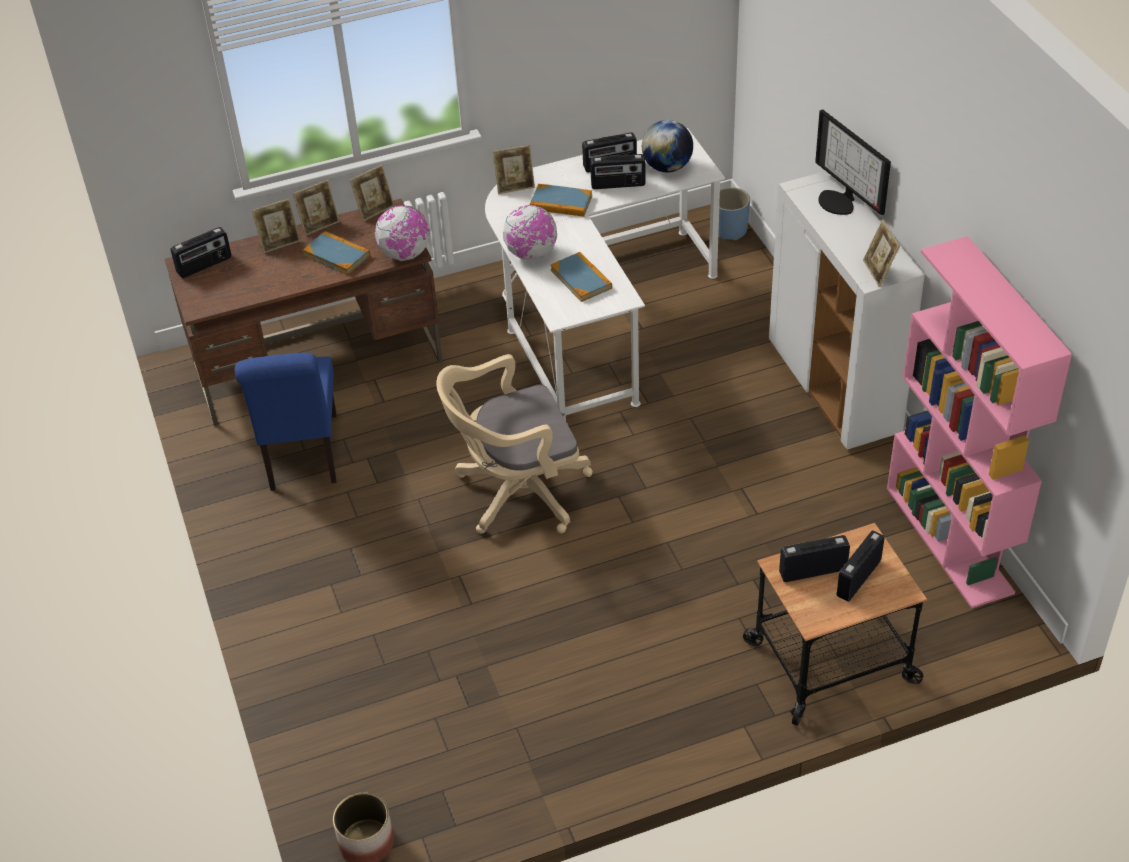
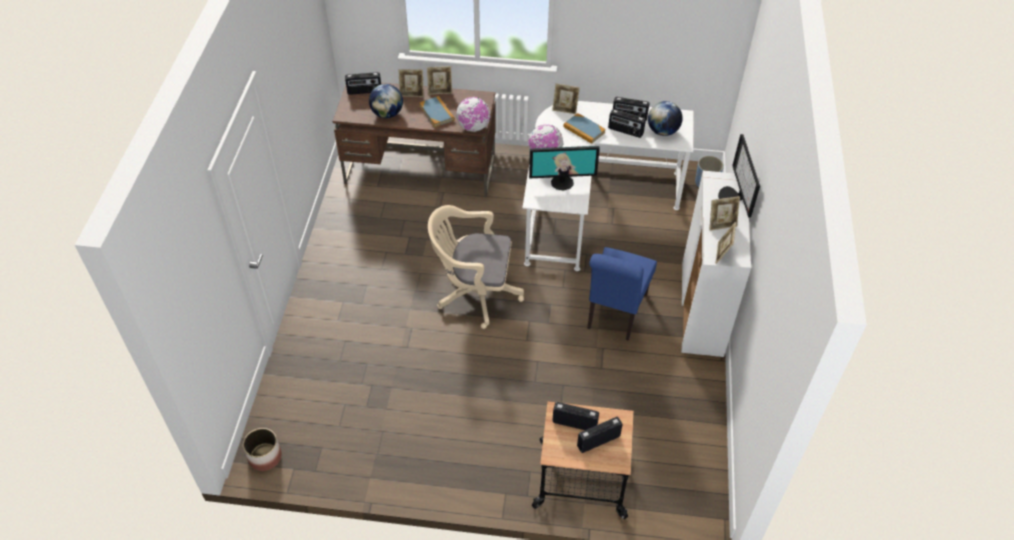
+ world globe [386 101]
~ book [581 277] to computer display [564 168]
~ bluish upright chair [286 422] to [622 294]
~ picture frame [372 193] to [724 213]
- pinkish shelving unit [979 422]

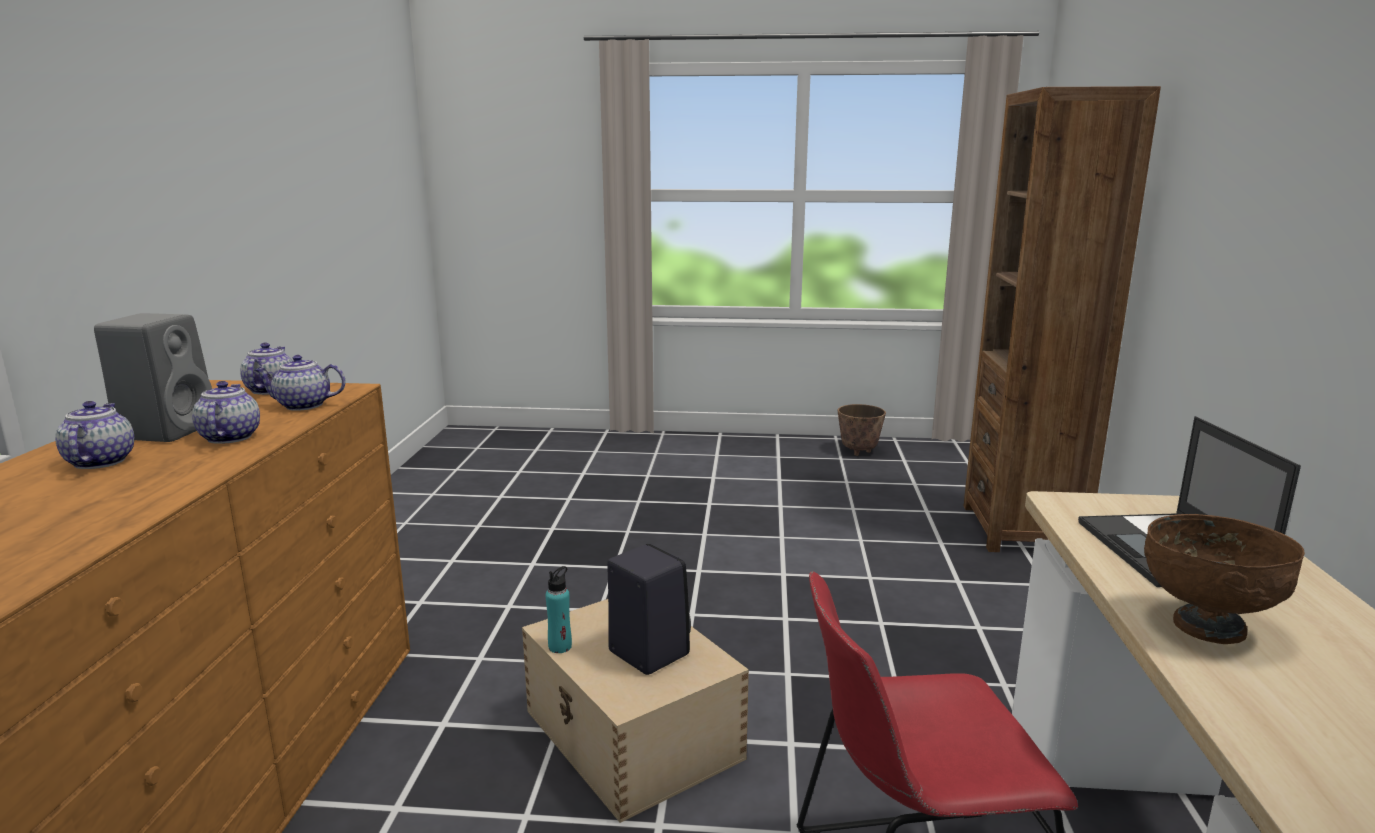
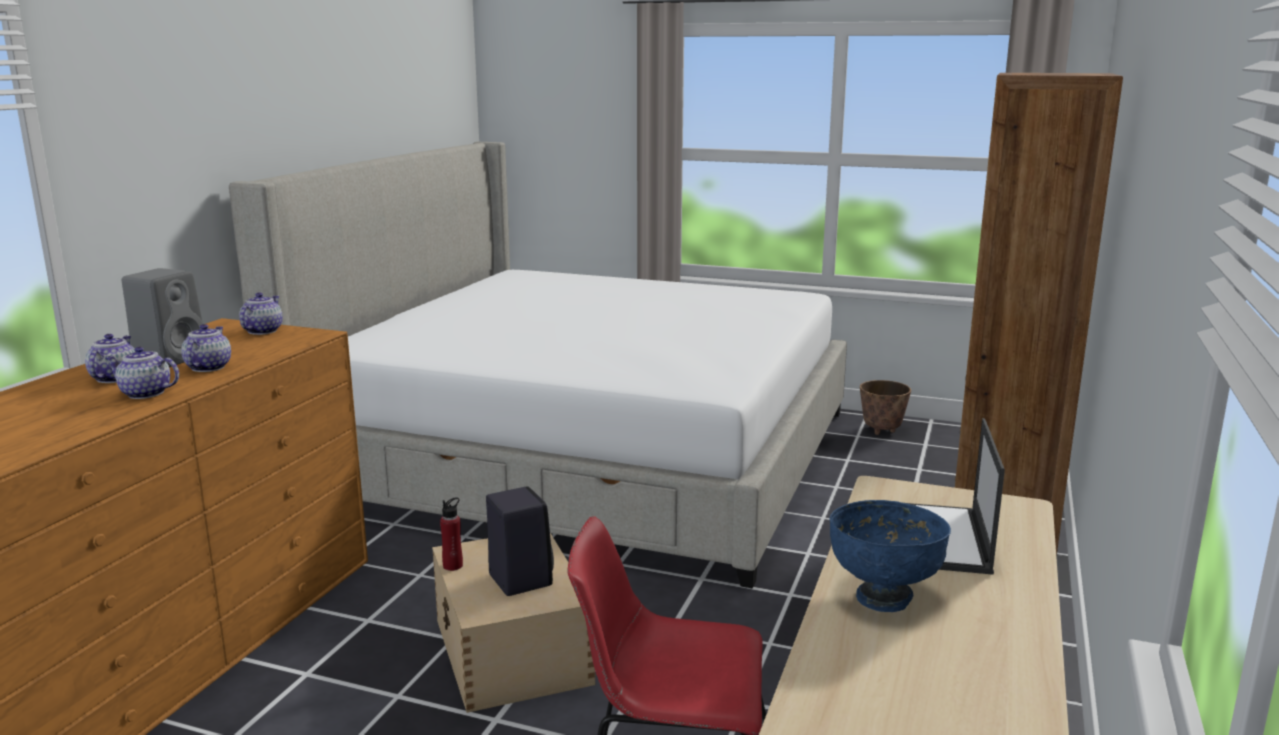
~ pot for tea [300 383] to [142 373]
+ bed [538 365]
~ turquoise-coloured beverage bottle [559 609] to reddish beverage bottle [451 534]
~ brown-coloured deep dish [1224 579] to bluish deep dish [890 556]

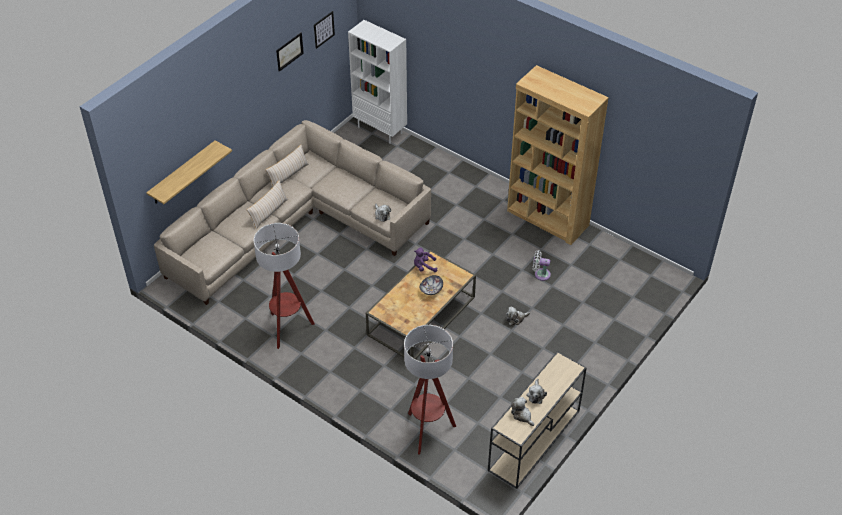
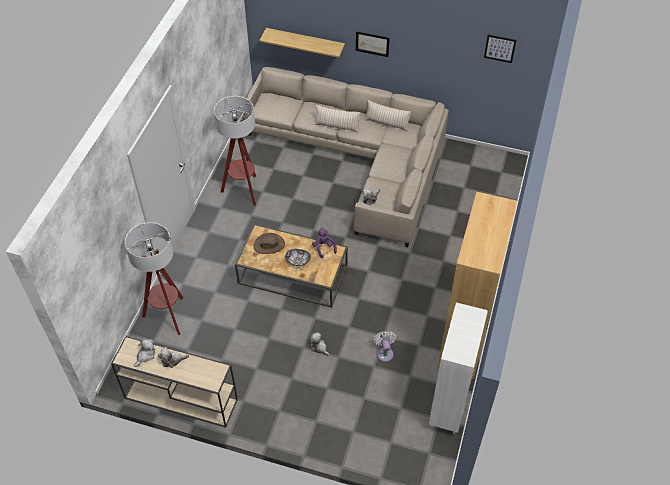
+ brown-coloured hat [269 243]
~ wall art [290 52] to [373 44]
~ white-coloured shelving unit [377 82] to [458 368]

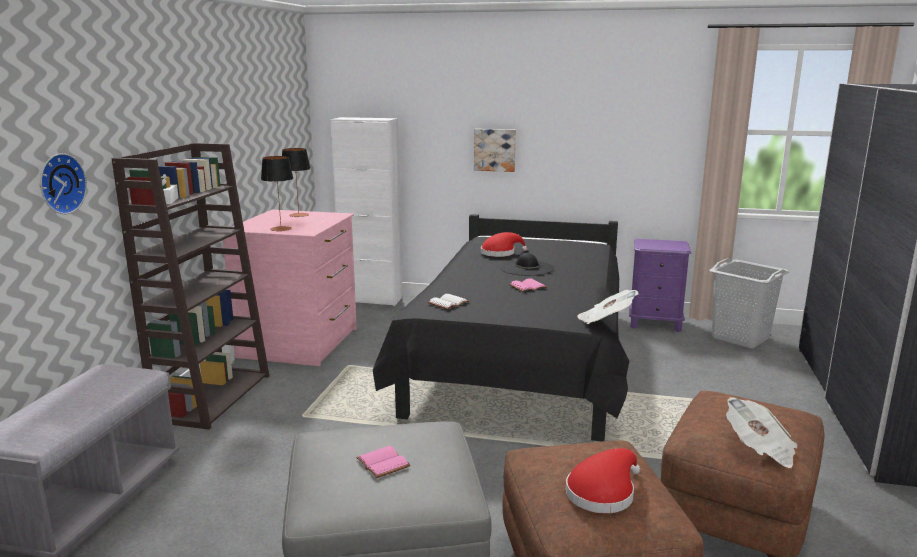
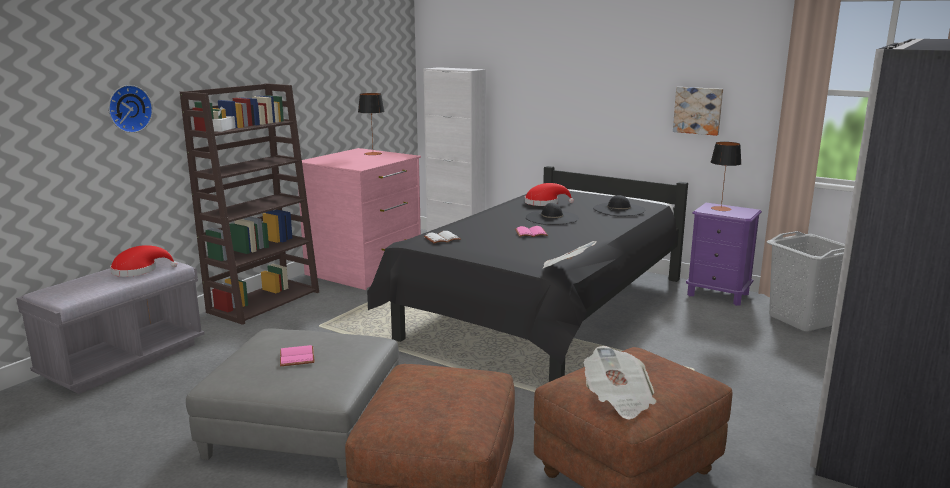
~ reddish hat [603 480] to [143 261]
+ blackish hat [619 205]
~ wall art [495 150] to [698 111]
~ tabletop lamp [277 193] to [726 176]

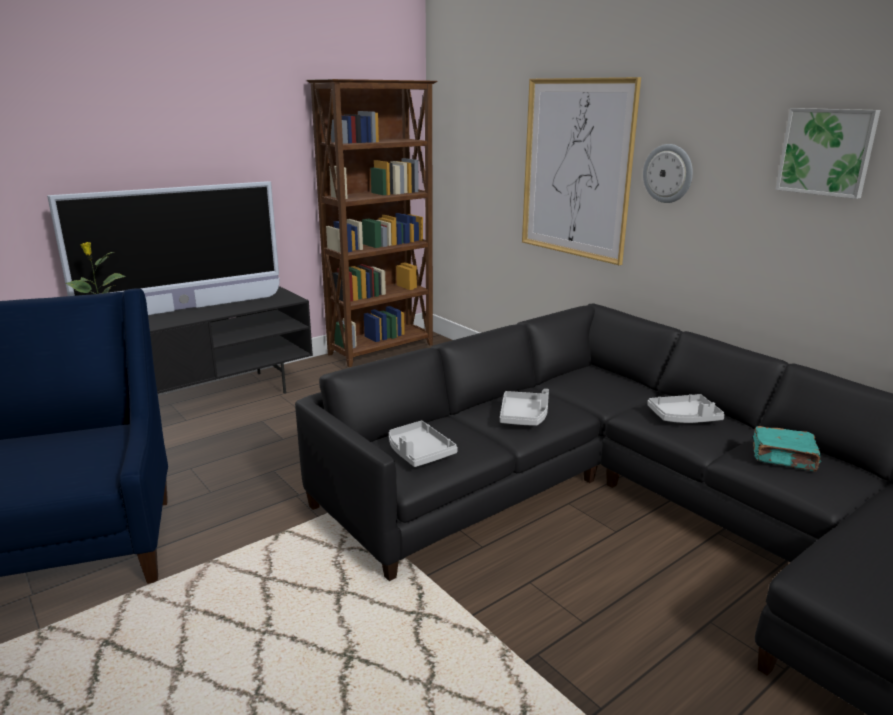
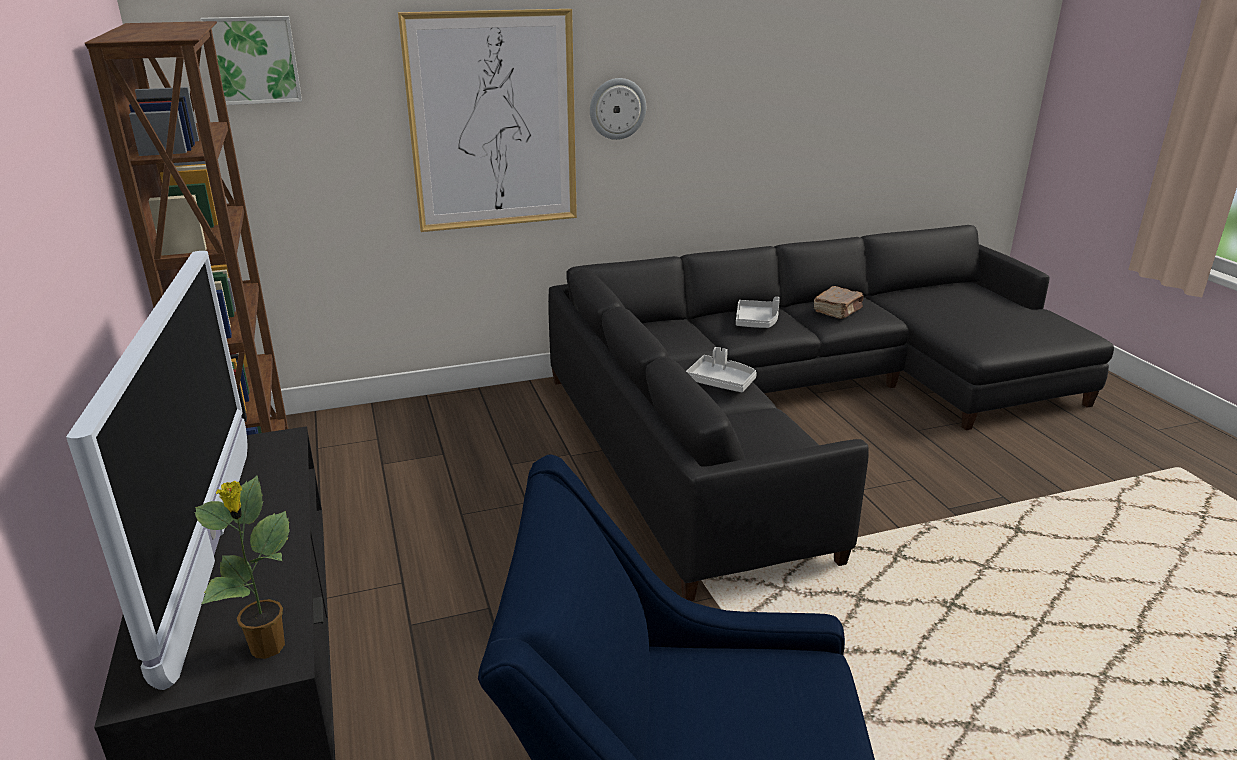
~ wall art [827 153] to [251 60]
~ turquoise-coloured book [787 449] to brown-coloured book [839 302]
- grey tray [423 444]

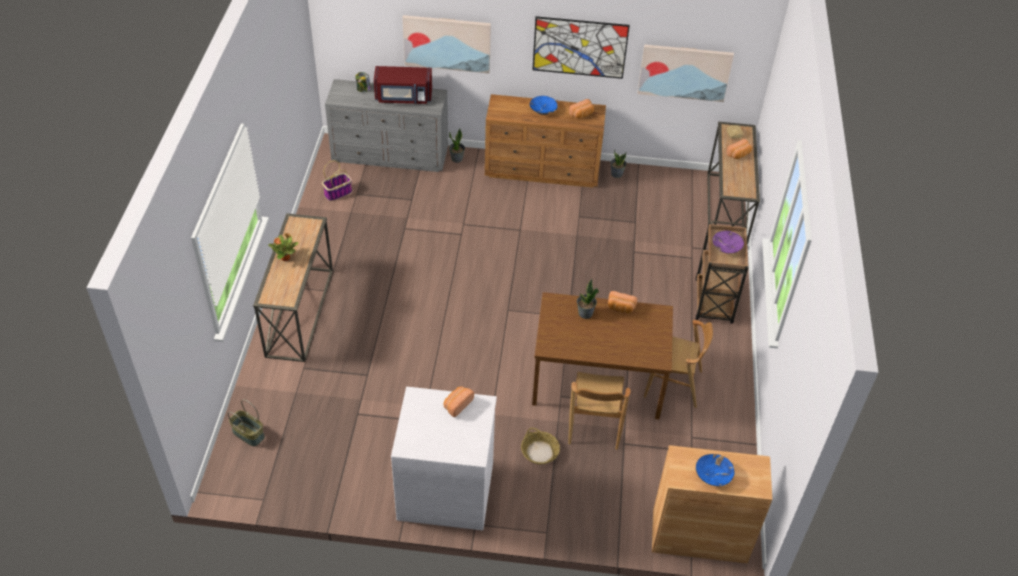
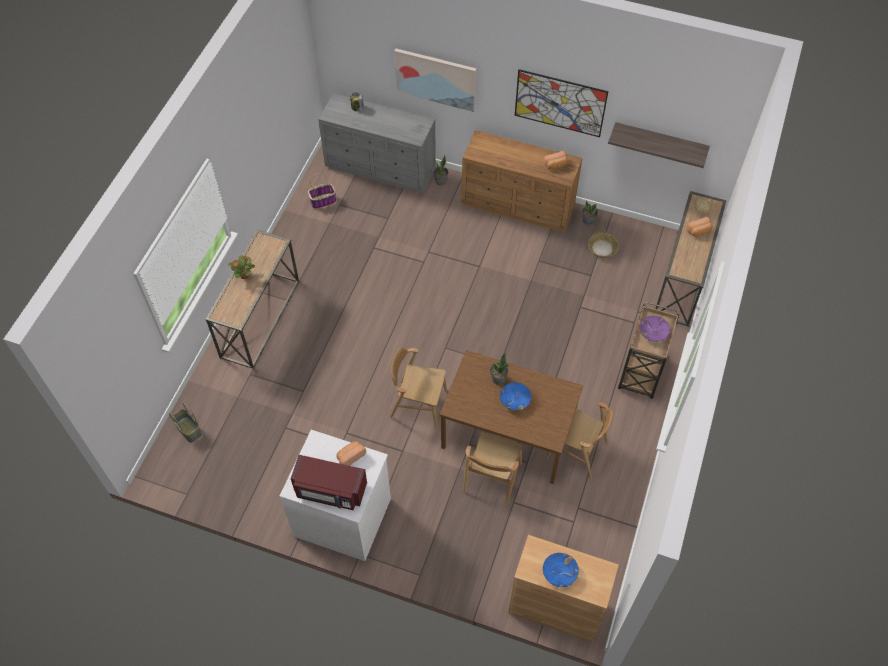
~ reddish microwave oven [403 85] to [329 482]
+ brown-coloured upright chair [418 388]
~ bluish deep dish [544 105] to [515 396]
~ household basket [540 446] to [603 243]
~ wall art [685 73] to shelf [659 145]
- bread [622 302]

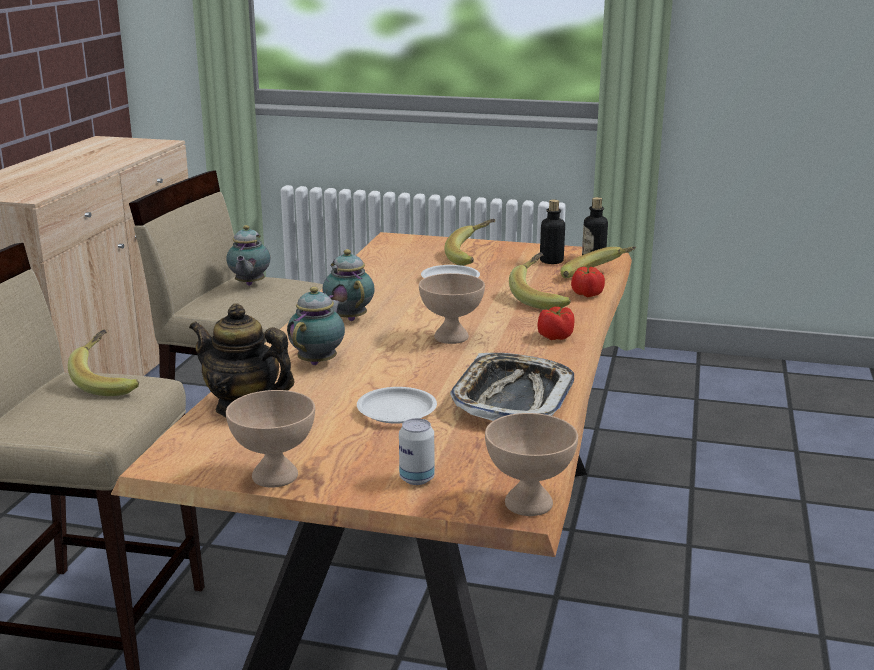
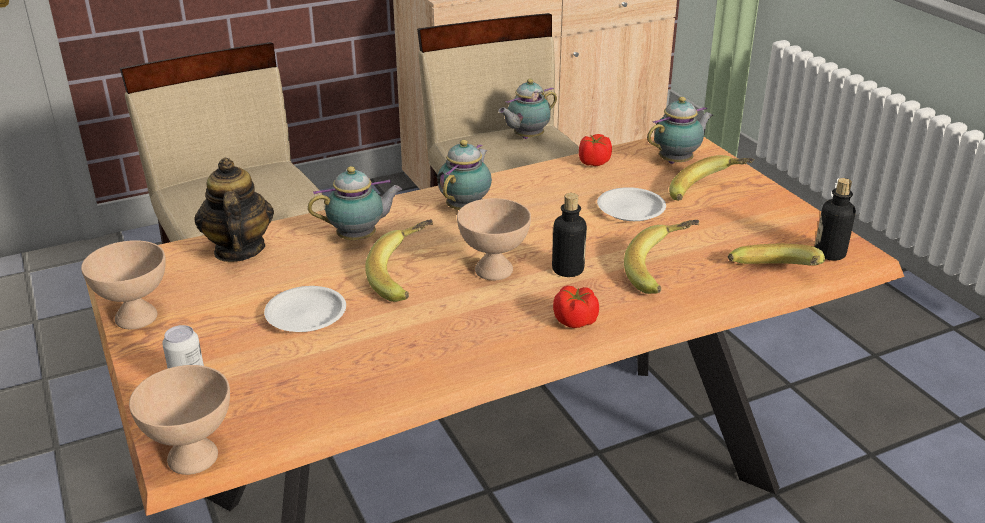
~ banana [103 362] to [399 260]
~ beverage bottle [552 232] to [569 235]
~ tomato [588 282] to [595 150]
+ pot for tea [680 130]
- tray [512 387]

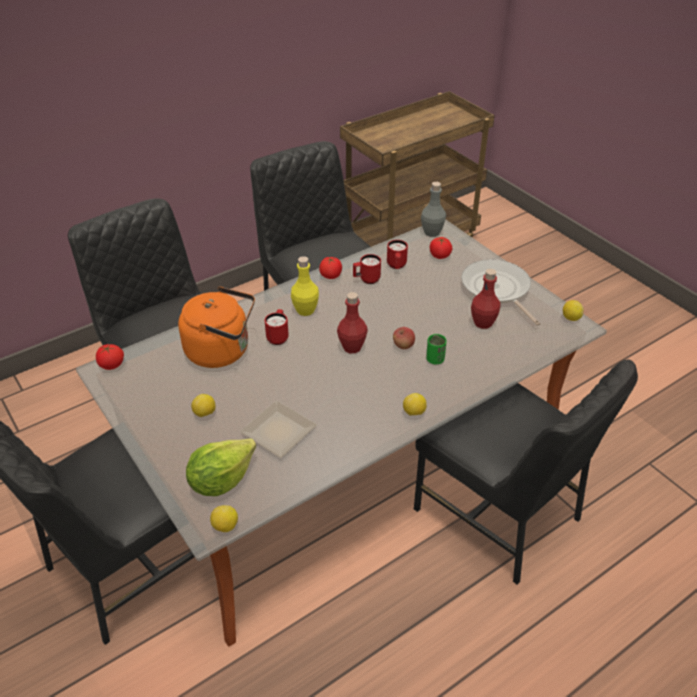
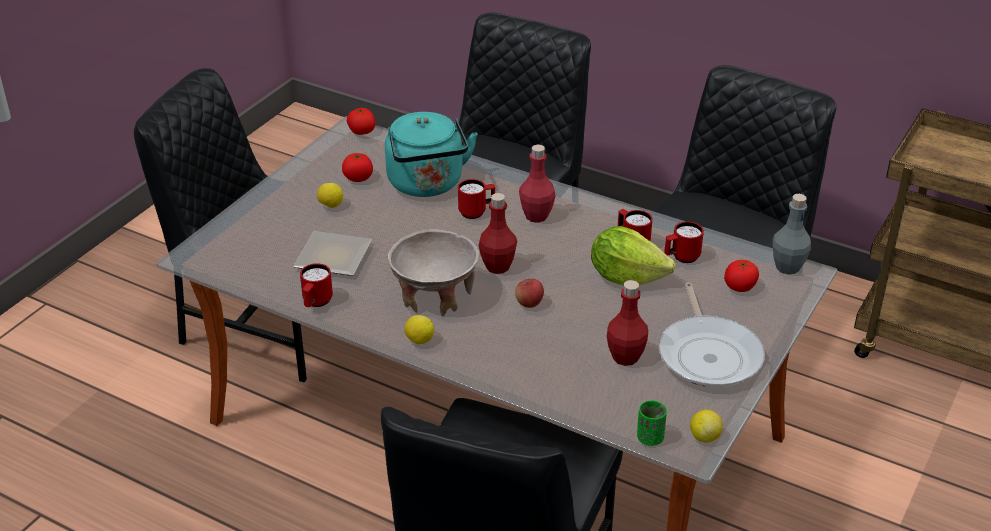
+ reddish coffee mug [316 285]
~ tomato [330 267] to [357 167]
~ orange-coloured tea kettle [216 327] to turquoise-coloured tea kettle [431 154]
+ sand-coloured deep dish [433 272]
~ yellowish beverage bottle [305 286] to reddish beverage bottle [537 184]
~ lettuce head [221 467] to [633 256]
~ green cup [436 349] to [652 423]
~ skillet [501 292] = [712 334] 135 degrees clockwise
- whole lemon [224 518]

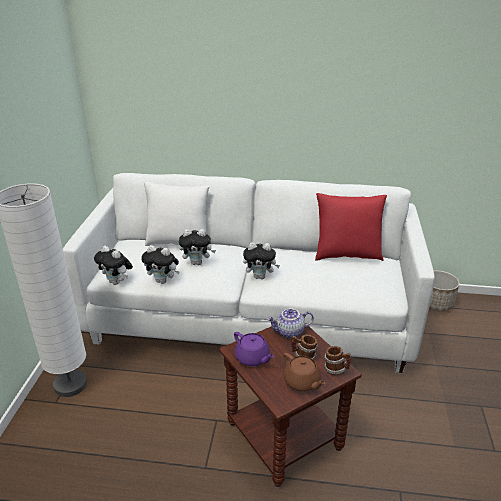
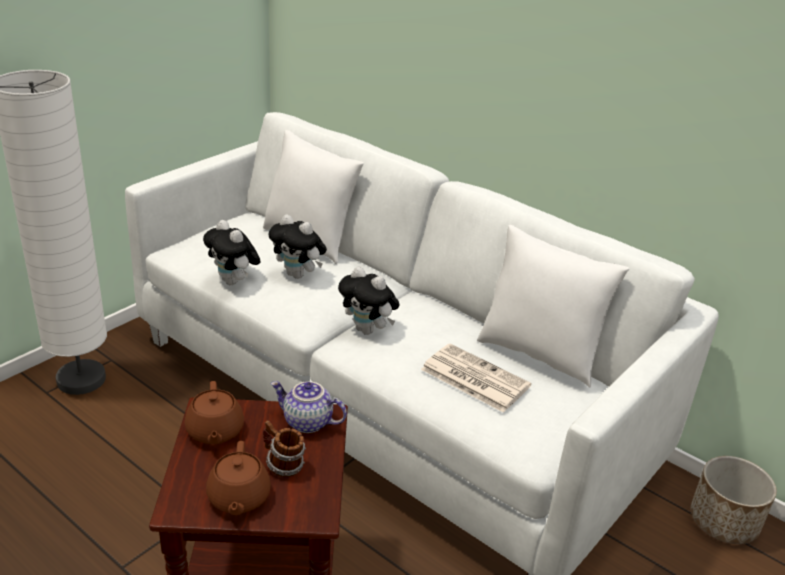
~ purplish pot for tea [254 349] to brown-coloured pot for tea [214 412]
+ daily paper [476 378]
~ reddish pillow [351 227] to white-coloured pillow [553 306]
- cuddly toy [113 265]
- coffee mug [338 361]

